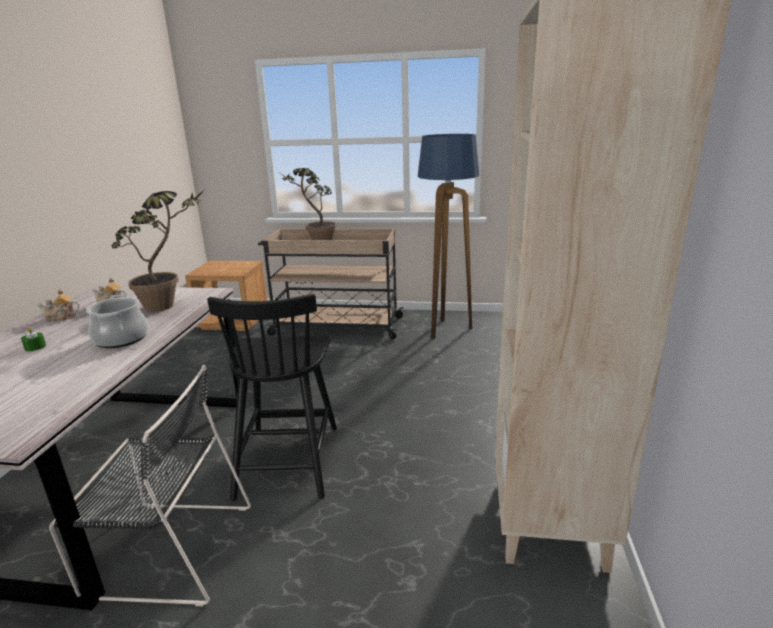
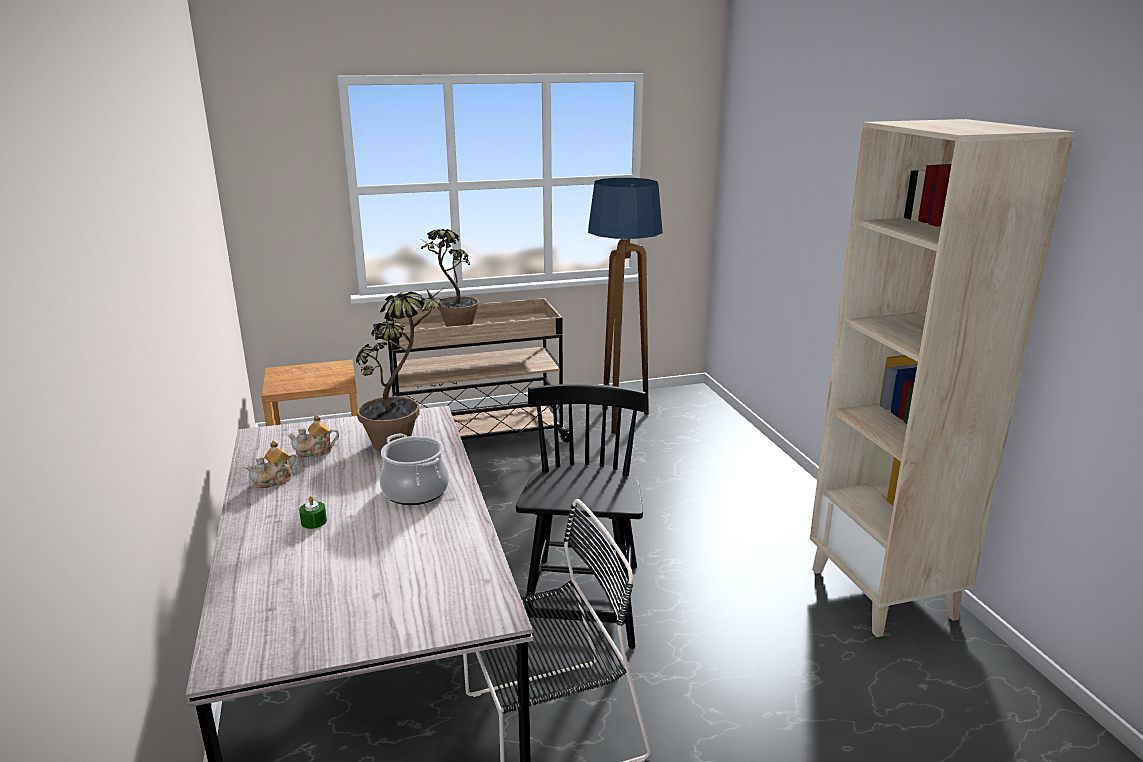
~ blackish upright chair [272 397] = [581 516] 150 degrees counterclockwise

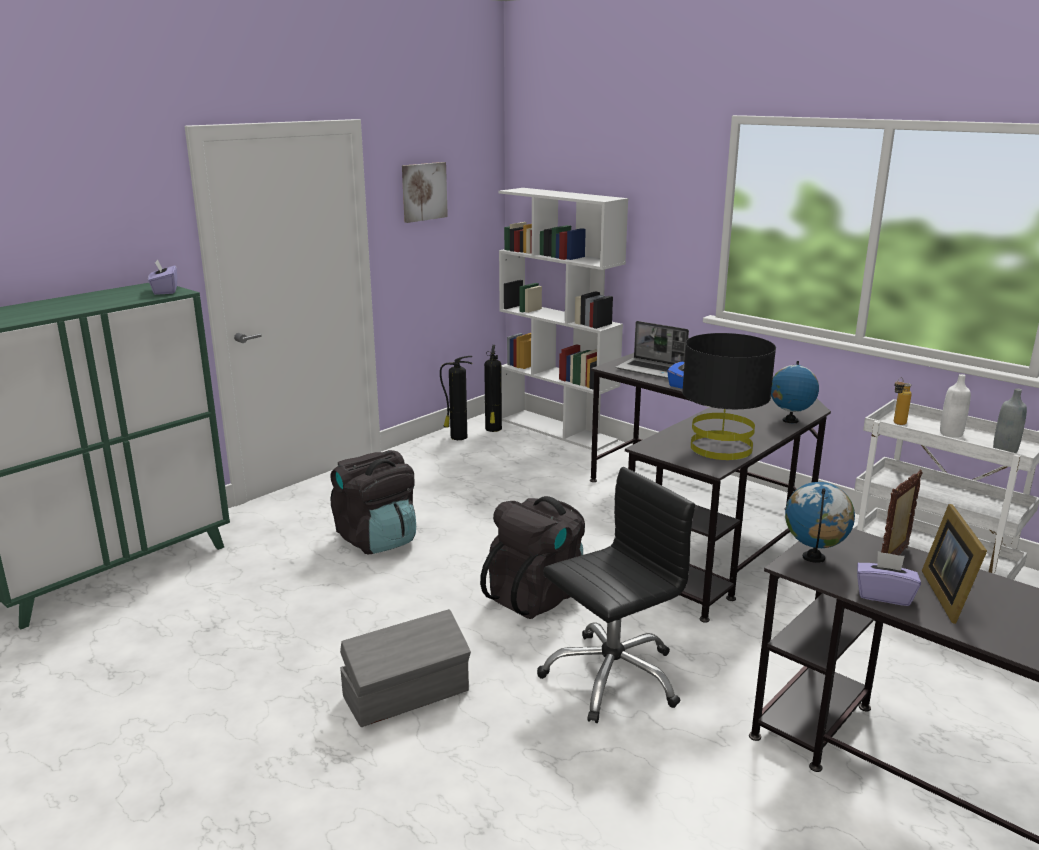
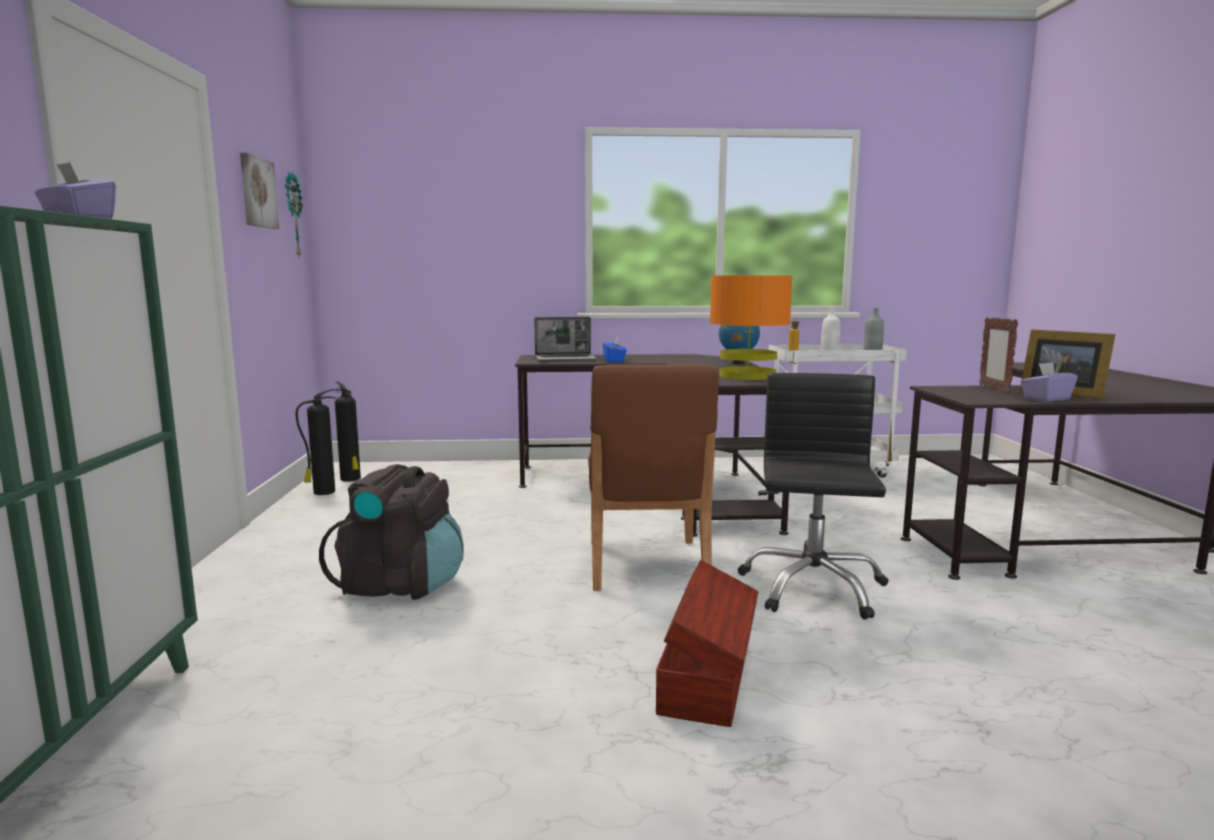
+ hanging clock [294 214]
~ blackish rucksack [532 557] to brown-coloured upright chair [653 477]
~ grey storage container [405 668] to brown-coloured storage container [707 643]
~ blackish tabletop lamp [729 396] to orange-coloured tabletop lamp [751 327]
- white-coloured shelving unit [563 319]
- world globe [820 522]

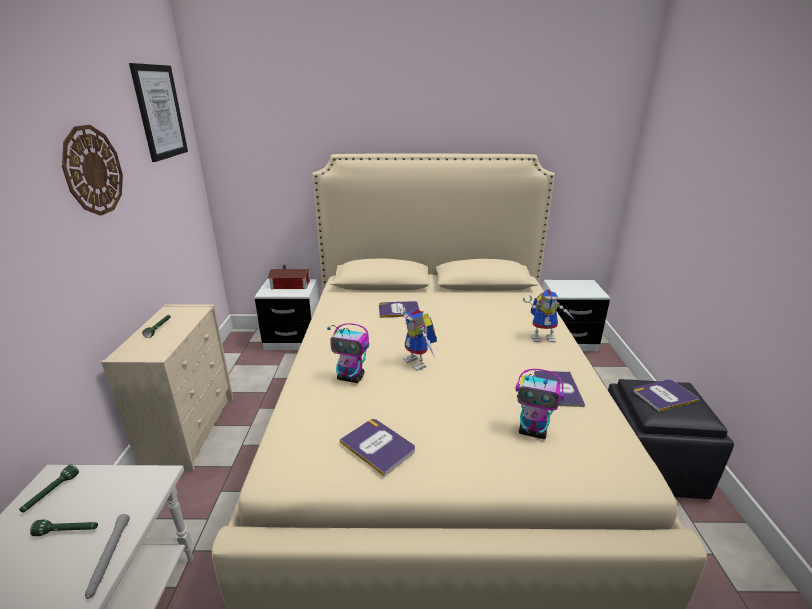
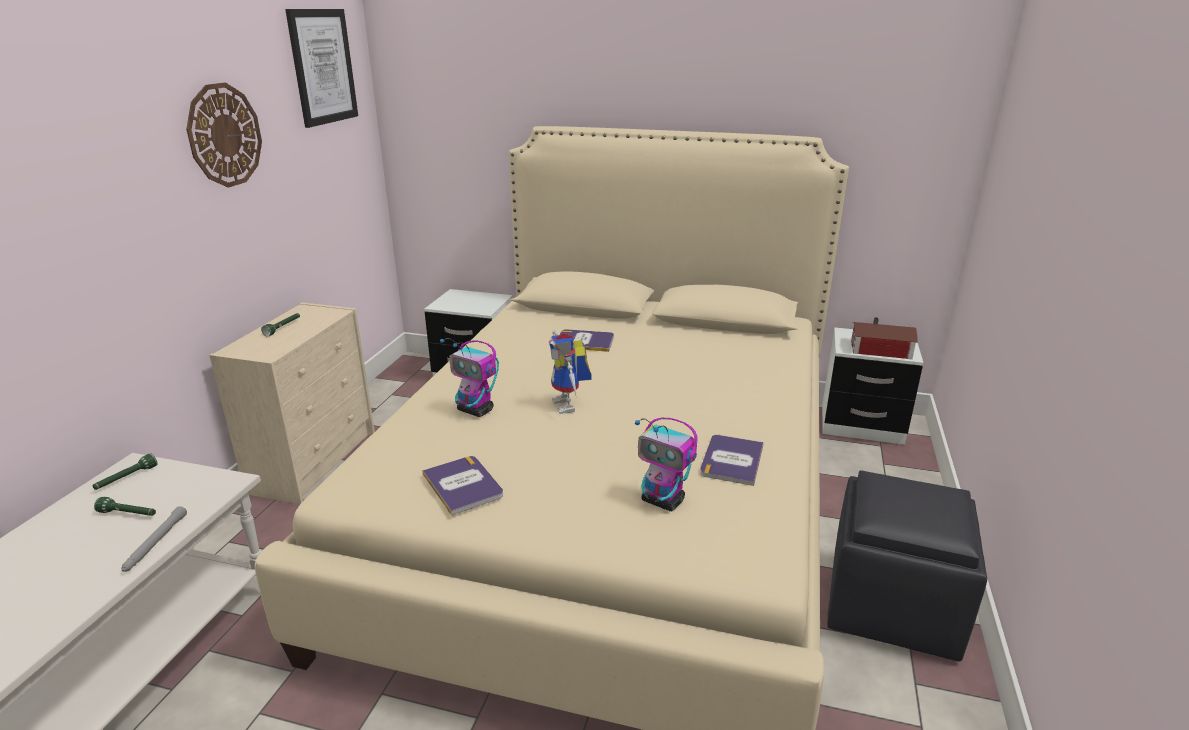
~ model house [289 277] to [884 338]
- toy robot [549 316]
- book [667 395]

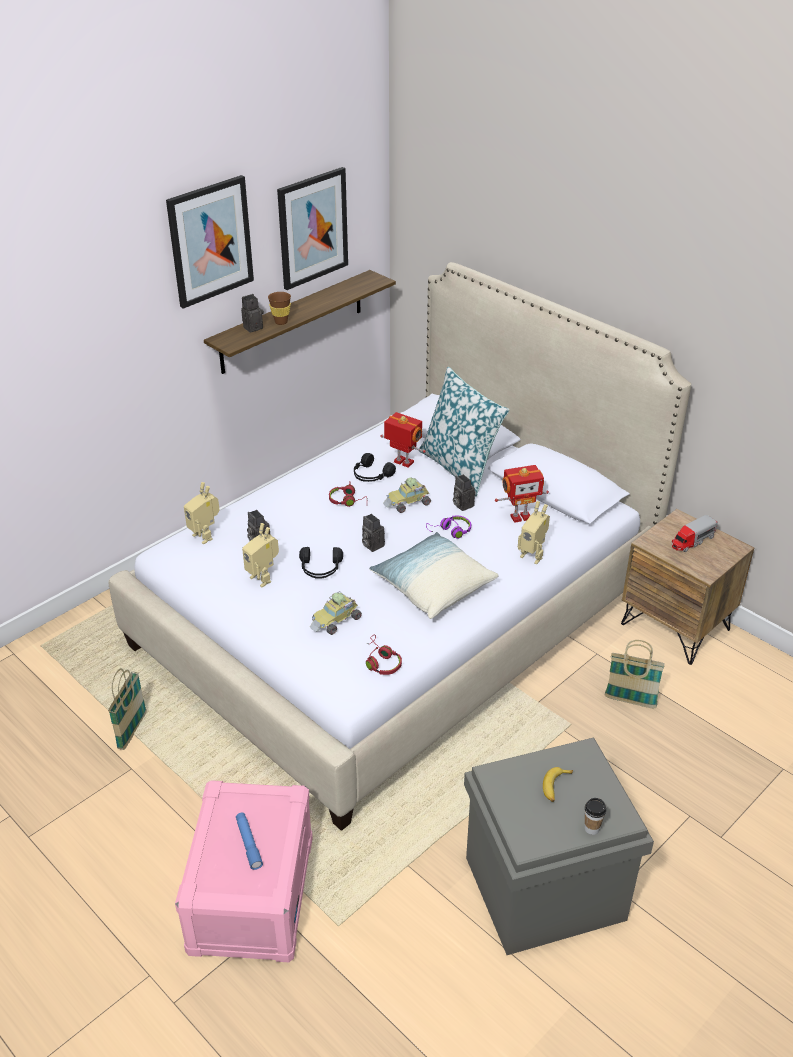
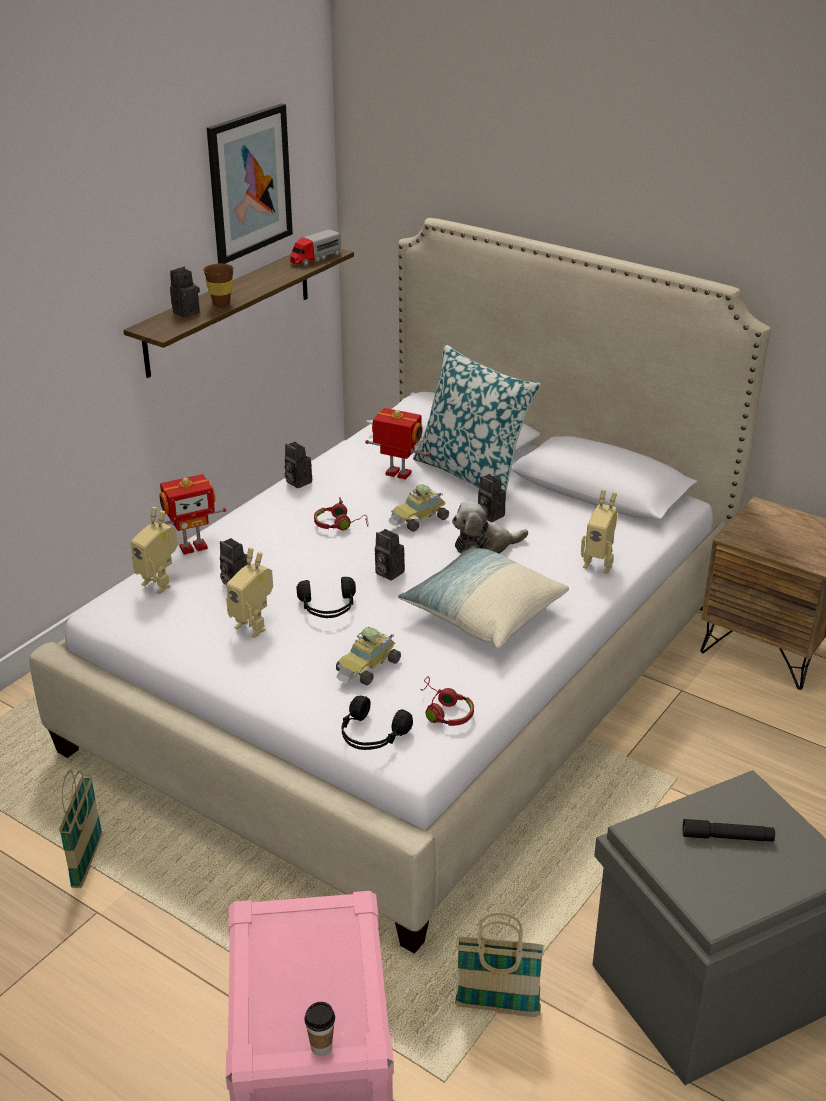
~ toy robot [522 494] to [192 514]
+ still camera [298 465]
~ toy truck [694 533] to [315 248]
~ cup [595 816] to [319 1029]
~ blackish headset [375 467] to [377 723]
~ purplish headset [448 527] to cuddly toy [490 527]
~ household basket [635 674] to [499 965]
~ banana [558 784] to blackish flashlight [729 830]
- wall art [210 242]
- bluish flashlight [249 841]

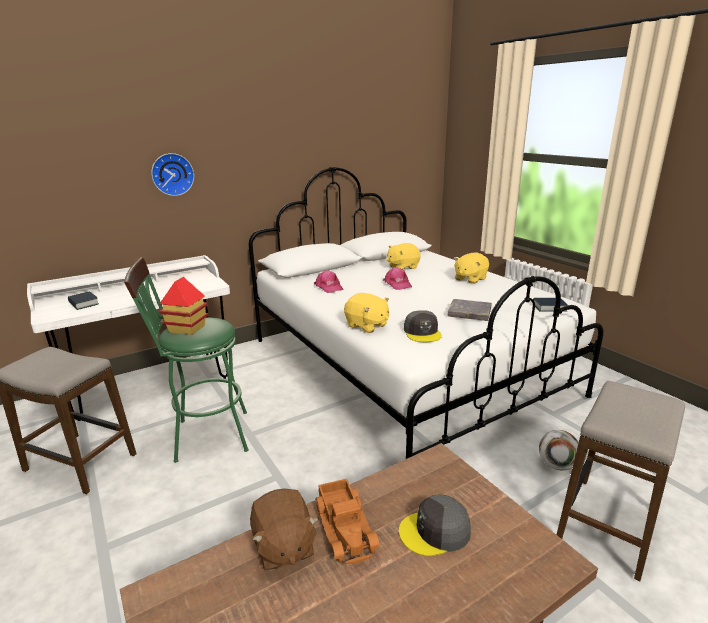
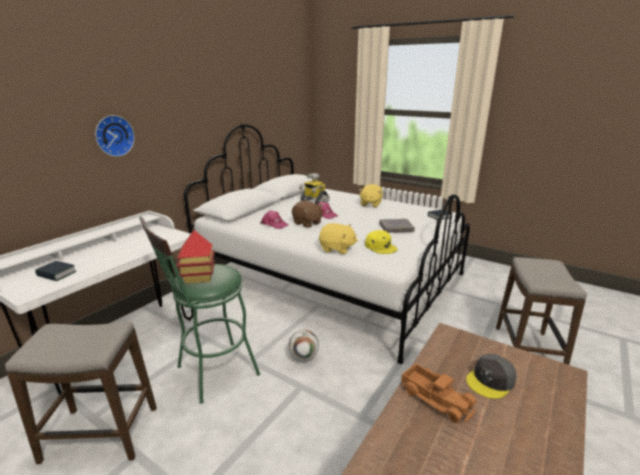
~ football ball [559 450] to [304 345]
~ brown-coloured cuddly toy [284 529] to [307 214]
~ yellowish cuddly toy [403 256] to toy robot [314 188]
~ grey peaked cap [423 326] to yellowish peaked cap [381 242]

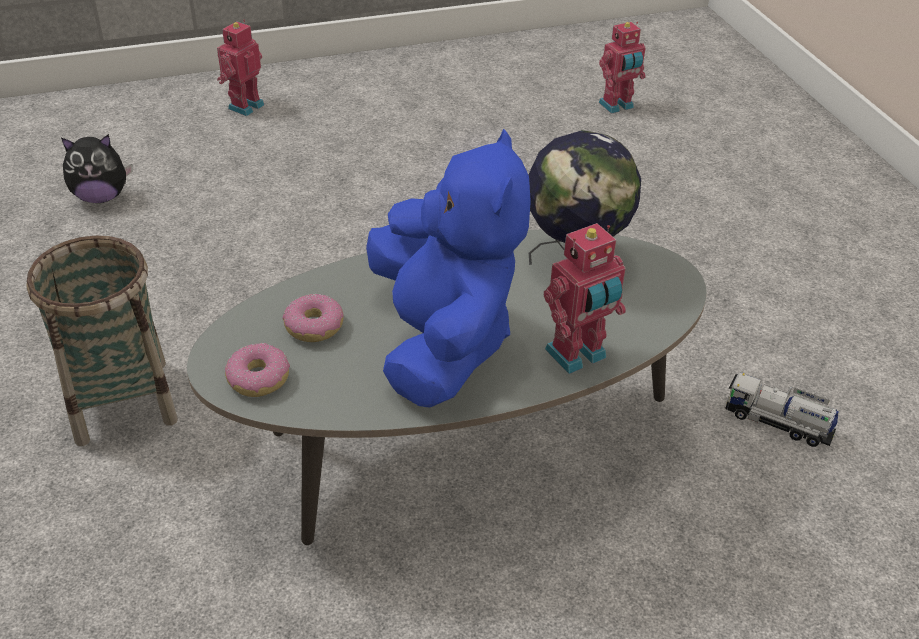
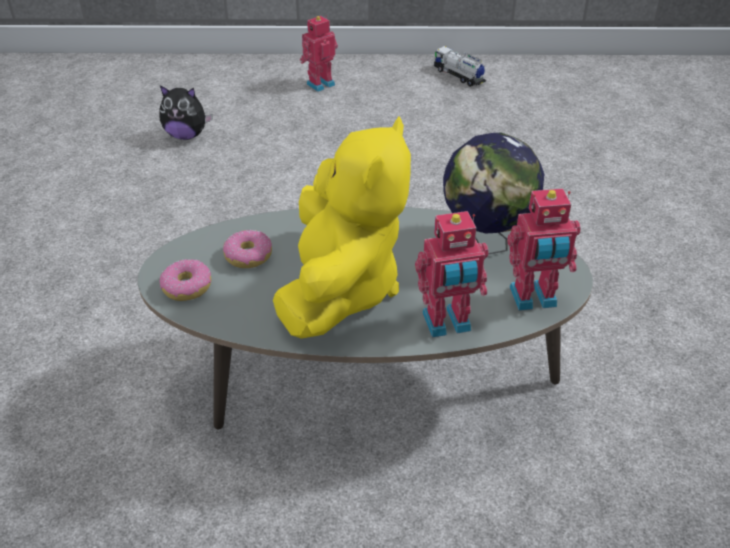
~ bluish cuddly toy [448 268] to yellowish cuddly toy [342 228]
~ toy truck [782 410] to [460 66]
~ toy robot [622 68] to [544 249]
- household basket [102 341]

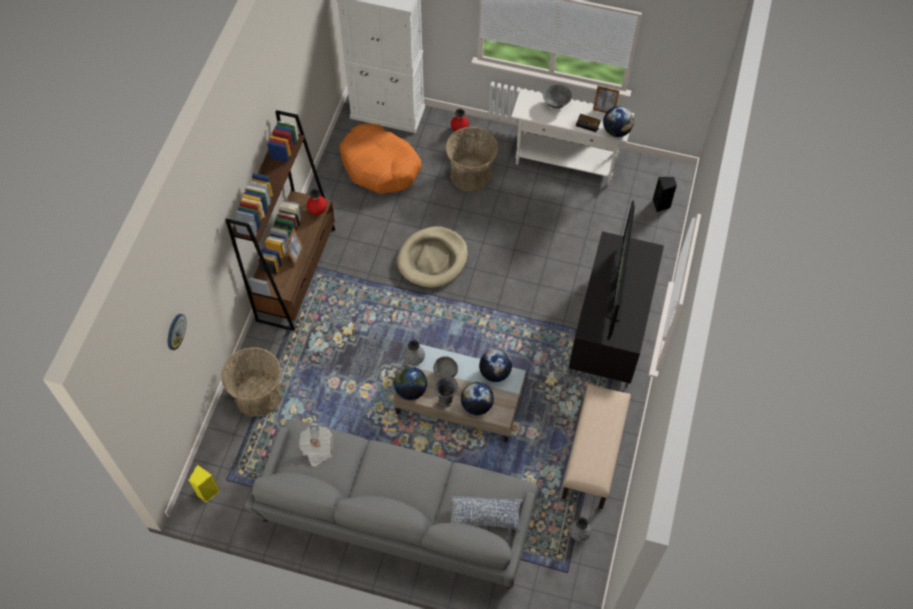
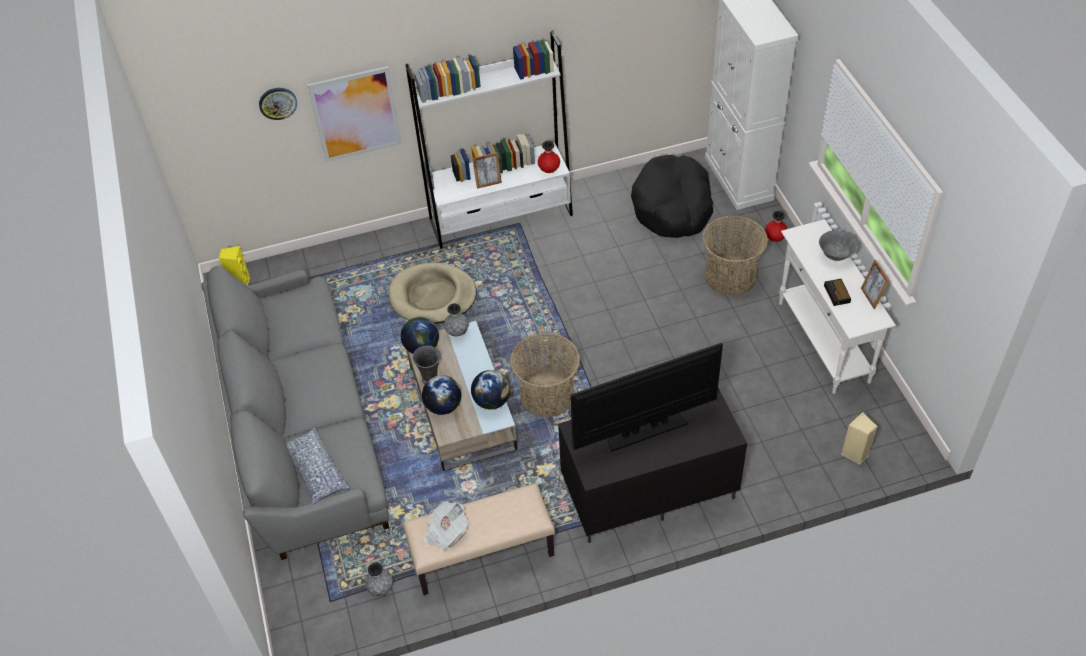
+ wall art [354 114]
~ sand-coloured dog cushion [432 257] to [432 293]
~ brown-coloured shelving unit [280 220] to white-coloured shelving unit [489 140]
~ daily paper [316 444] to [445 526]
~ household basket [251 382] to [545 375]
~ orange-coloured dog cushion [381 158] to blackish dog cushion [672 196]
~ blackish speaker [665 194] to sand-coloured speaker [859 438]
- grey deep dish [445 367]
- world globe [618 121]

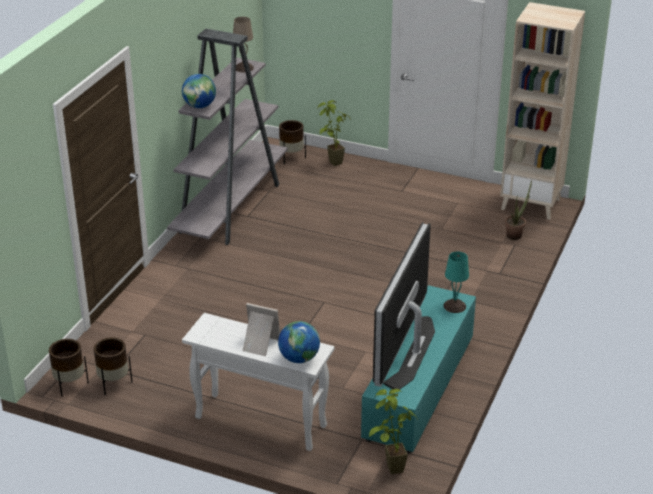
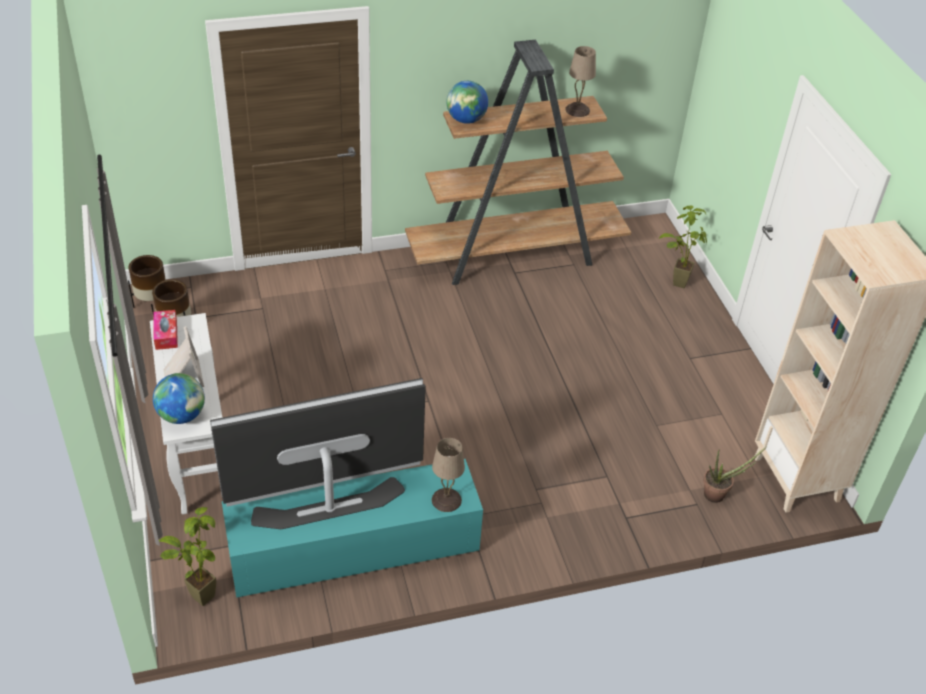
+ box of tissues [165 330]
~ grey shelving unit [227 136] to brown-coloured shelving unit [518 162]
~ turquoise-coloured tabletop lamp [456 282] to sand-coloured tabletop lamp [448 475]
- brown-coloured plant pot [292 142]

